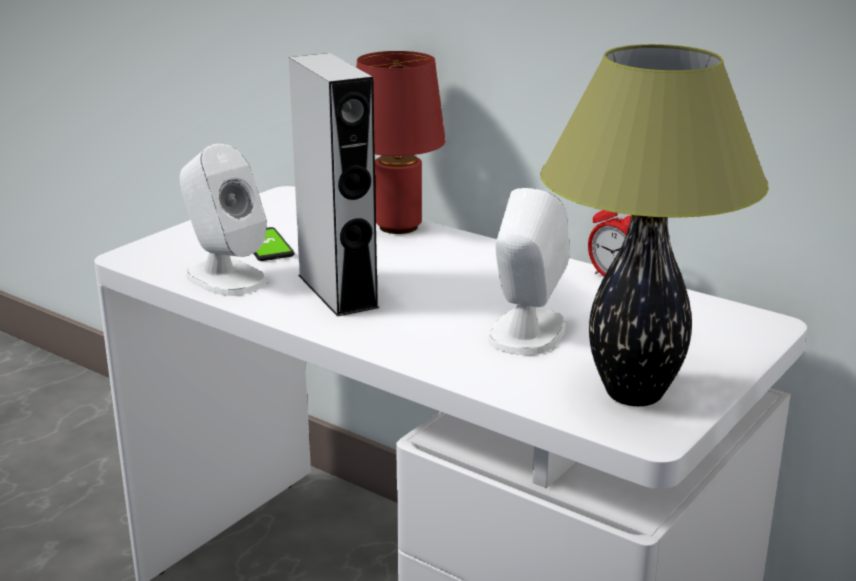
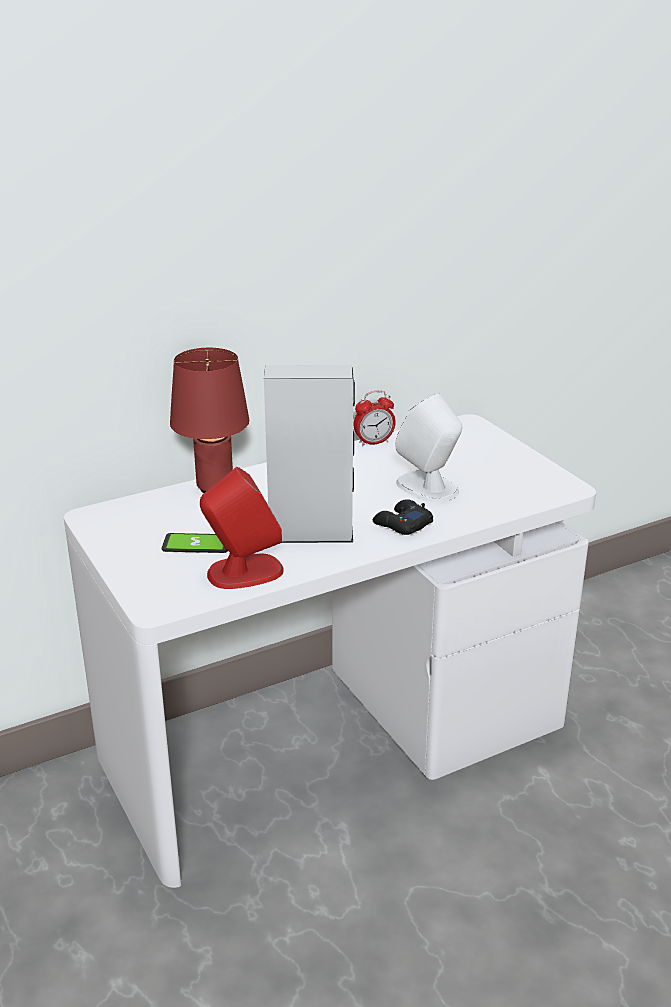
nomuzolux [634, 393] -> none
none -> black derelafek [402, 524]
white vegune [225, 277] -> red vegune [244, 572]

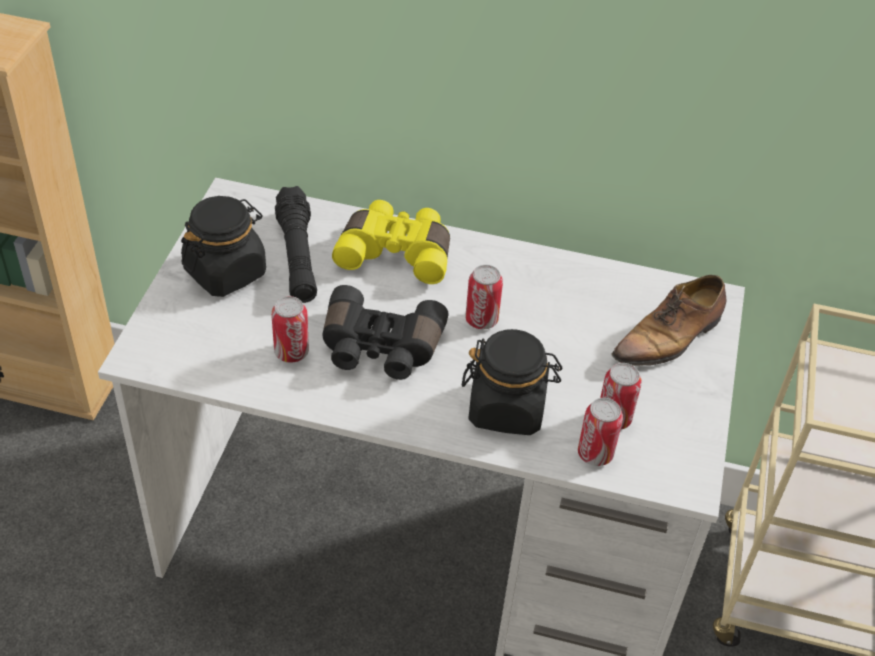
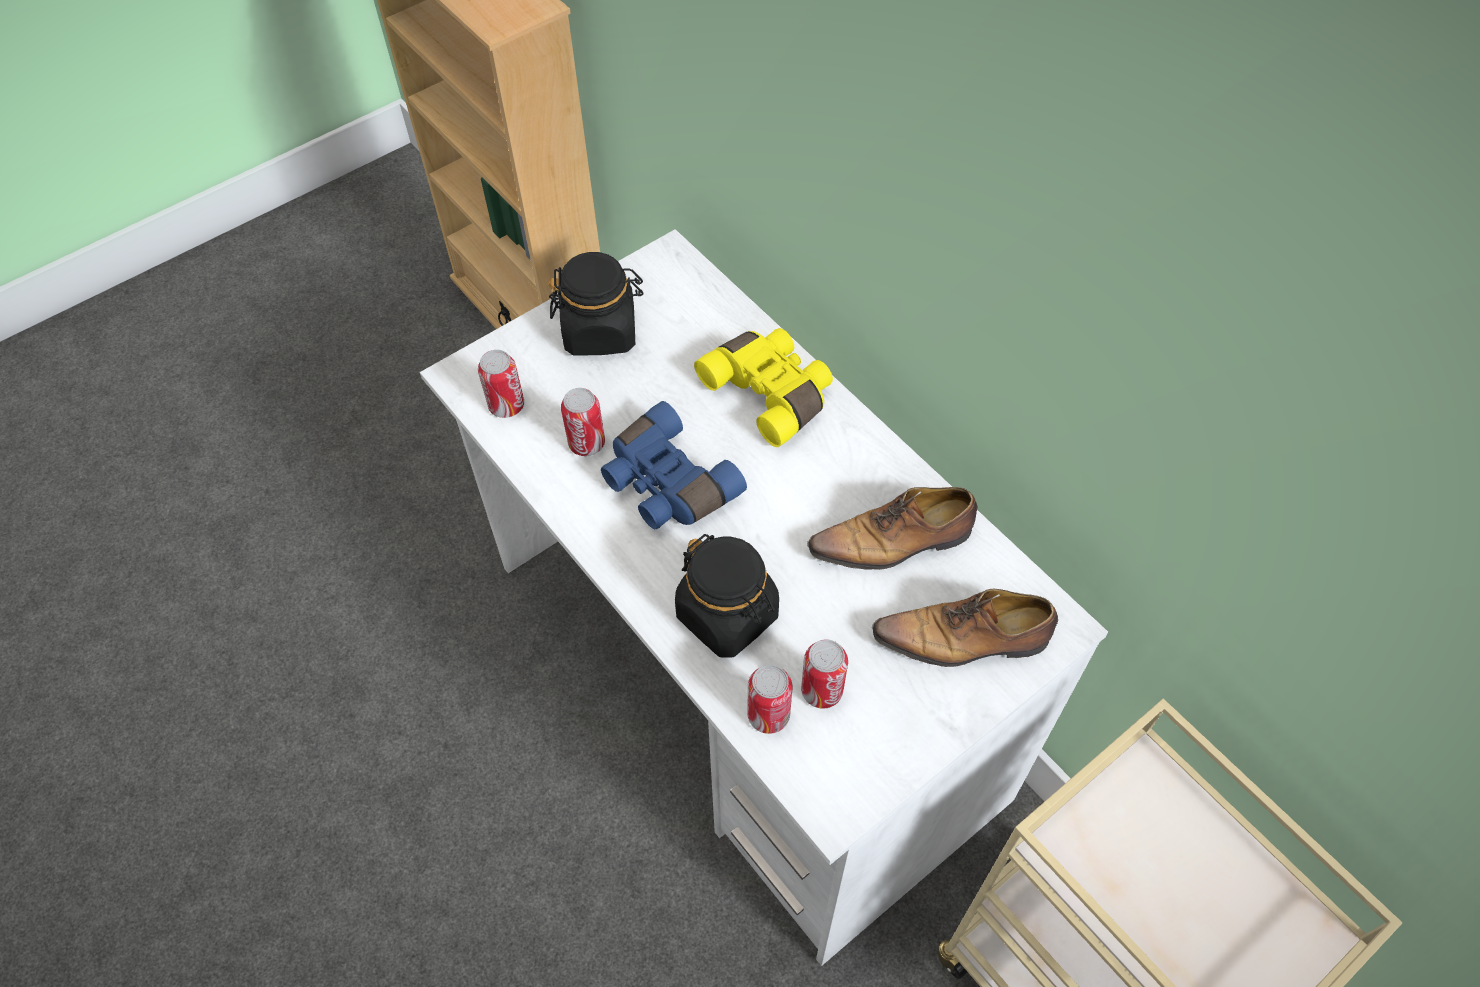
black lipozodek [297, 256] -> none
none -> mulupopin [895, 542]
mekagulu [481, 320] -> mekagulu [506, 406], shifted
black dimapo [379, 349] -> blue dimapo [666, 485]

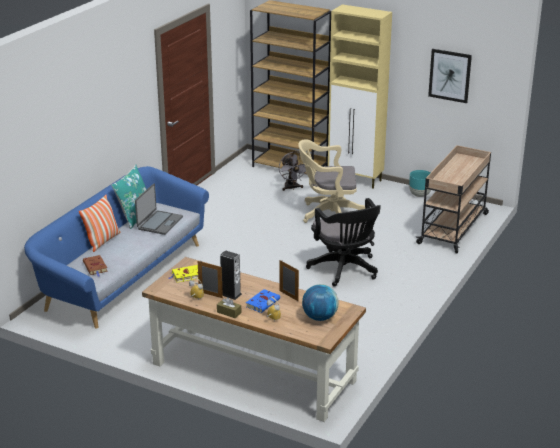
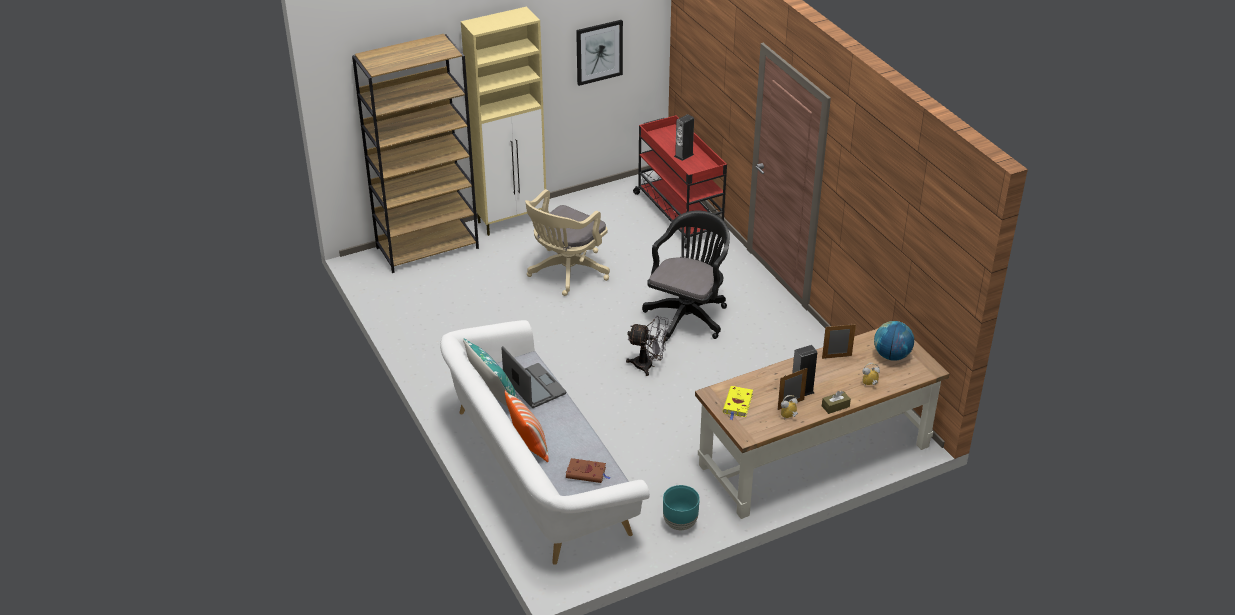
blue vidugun [263, 302] -> none
none -> vegune [684, 155]
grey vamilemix [292, 188] -> grey vamilemix [648, 365], shifted
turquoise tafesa [420, 195] -> turquoise tafesa [680, 523], shifted
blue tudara [122, 275] -> white tudara [537, 472]
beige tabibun [453, 228] -> red tabibun [679, 213]
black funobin [345, 270] -> black funobin [688, 315], 75 degrees counterclockwise

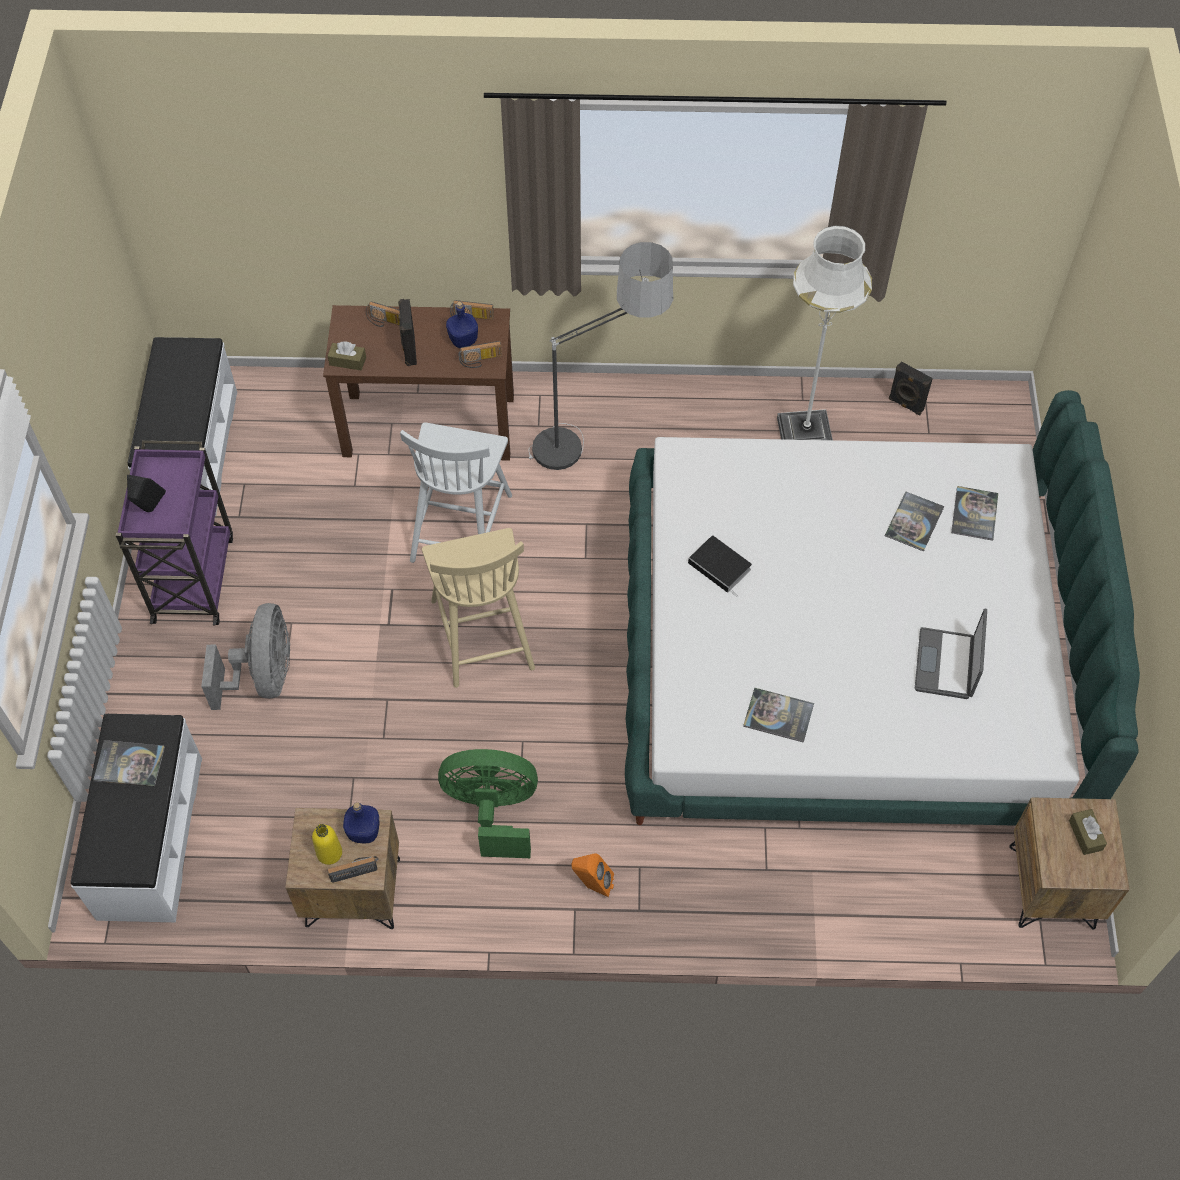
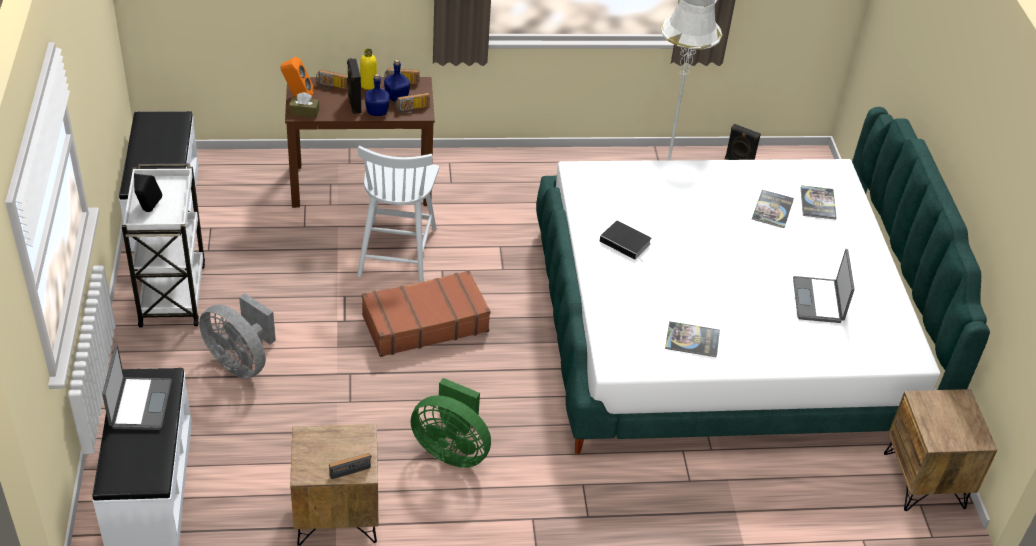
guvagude [596, 443] -> none
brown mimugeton [1085, 835] -> none
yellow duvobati [329, 853] -> yellow duvobati [368, 84], shifted
blue duvobati [365, 832] -> blue duvobati [377, 112], shifted
orange vegune [592, 885] -> orange vegune [297, 97], shifted
vidugun [129, 764] -> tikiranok [139, 404]
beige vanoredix [482, 632] -> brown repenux [424, 323]
purple tabibun [193, 577] -> white tabibun [172, 293]
grey vamilemix [264, 676] -> grey vamilemix [241, 362], 135 degrees clockwise
green vamilemix [493, 811] -> green vamilemix [451, 450], 150 degrees counterclockwise

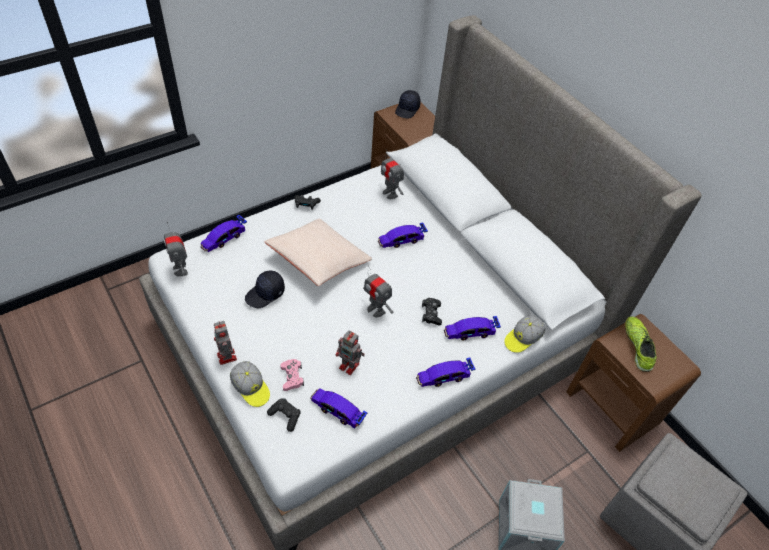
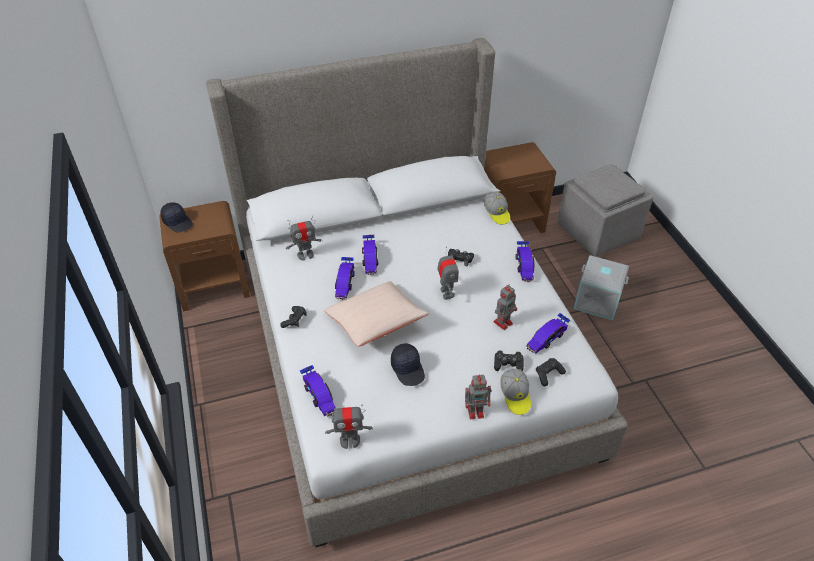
mulupopin [638, 346] -> none
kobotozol [470, 332] -> kobotozol [344, 282], shifted
pink derelafek [292, 377] -> black derelafek [508, 364]
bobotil [251, 388] -> bobotil [515, 396], 105 degrees clockwise
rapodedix [376, 310] -> rapodedix [446, 293], 75 degrees counterclockwise

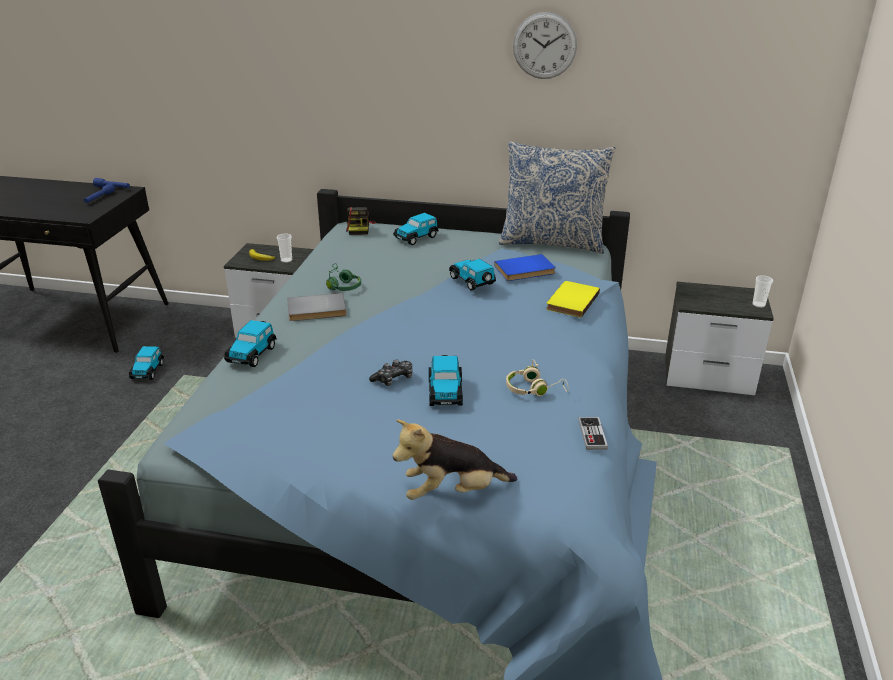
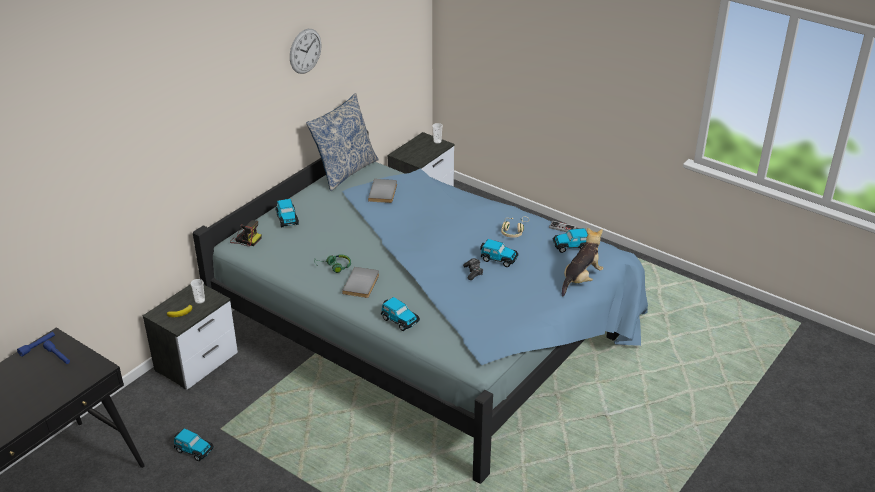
yellow vidugun [570, 301] -> none
kobotozol [472, 281] -> kobotozol [571, 246], shifted
blue vidugun [525, 271] -> grey vidugun [384, 192]
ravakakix [452, 492] -> ravakakix [581, 279], 150 degrees counterclockwise

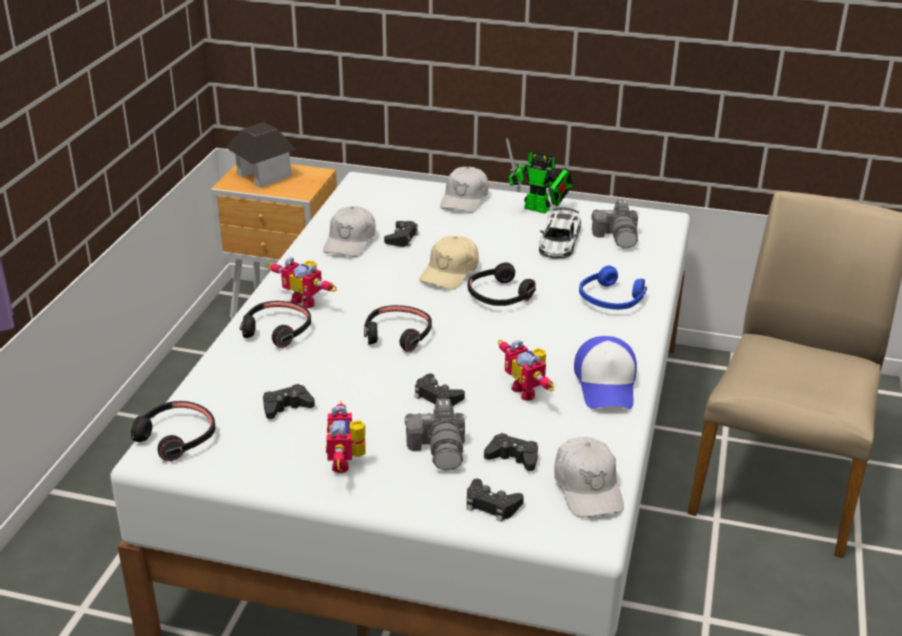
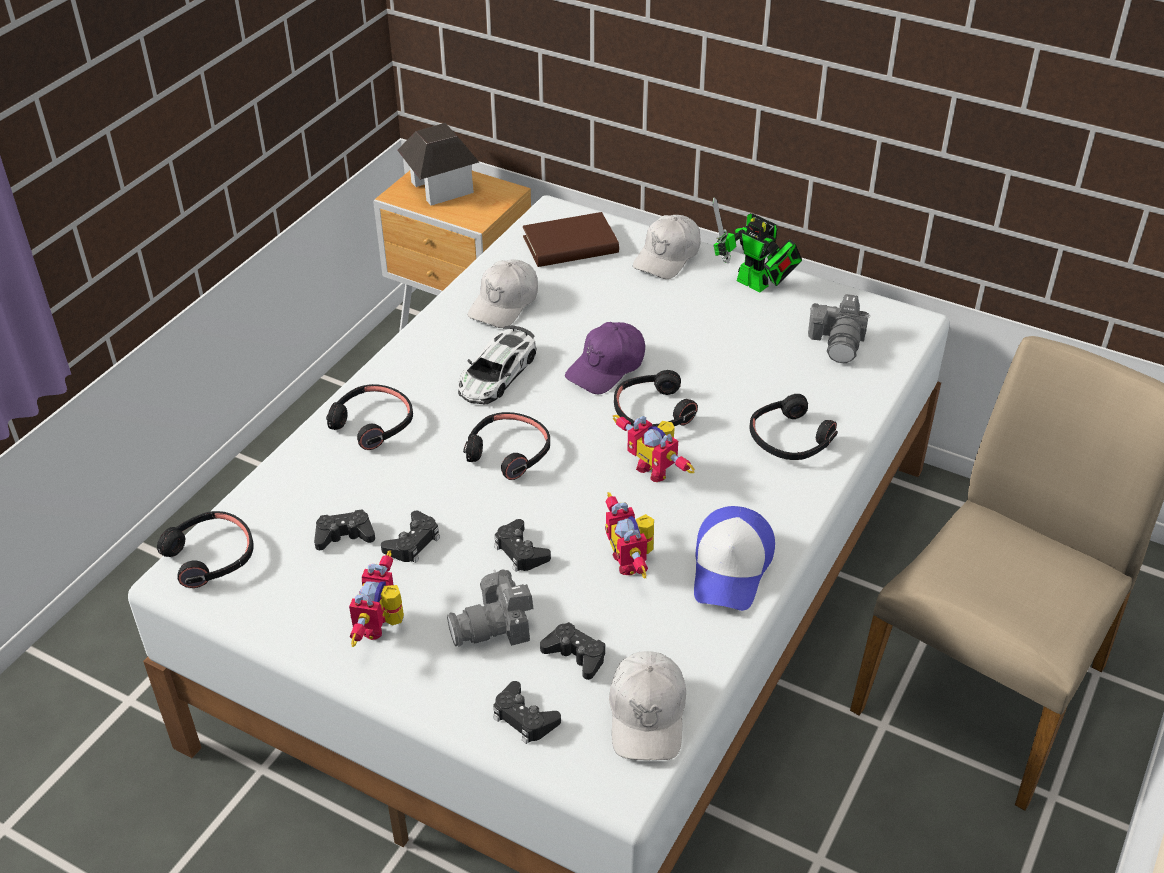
none -> brown vidugun [570, 245]
rapodedix [306, 300] -> rapodedix [656, 468], shifted
black derelafek [402, 238] -> black derelafek [413, 543], shifted
kobotozol [559, 241] -> kobotozol [496, 374], shifted
beige bobotil [450, 272] -> purple bobotil [607, 367]
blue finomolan [611, 299] -> black finomolan [790, 439]
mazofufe [440, 448] -> mazofufe [495, 626], 60 degrees clockwise

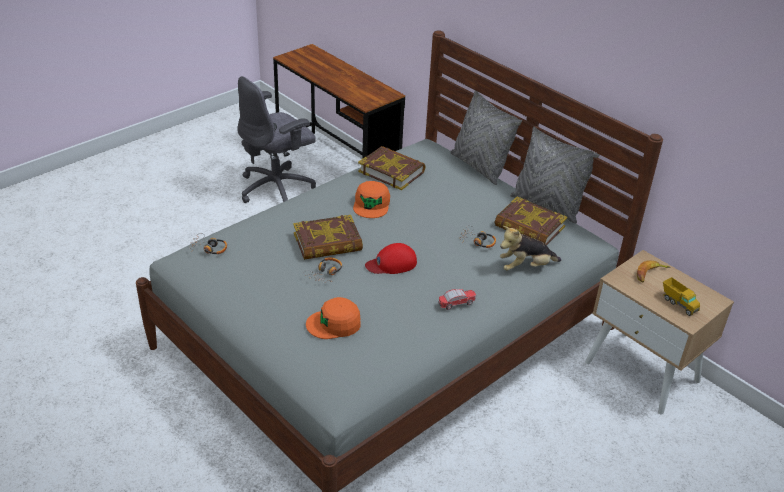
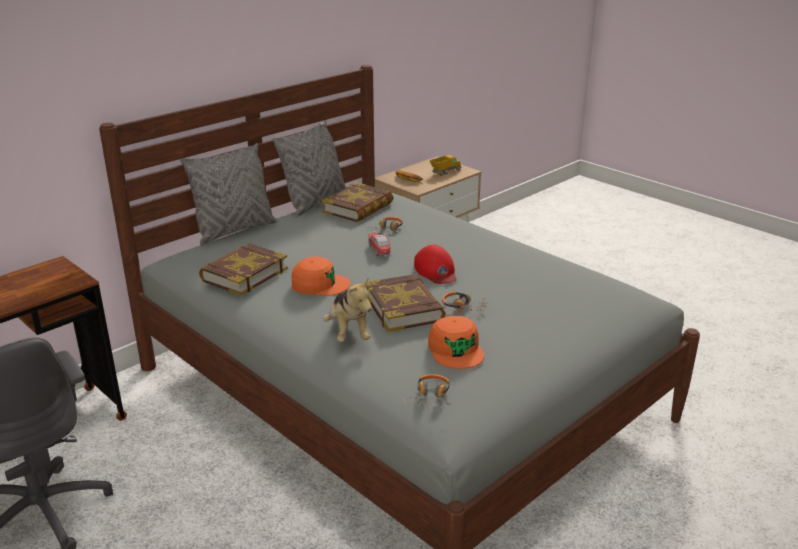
orange bobotil [334, 324] -> orange bobotil [456, 349], shifted
kobotozol [456, 304] -> kobotozol [379, 250], shifted
ravakakix [525, 267] -> ravakakix [348, 332], shifted

